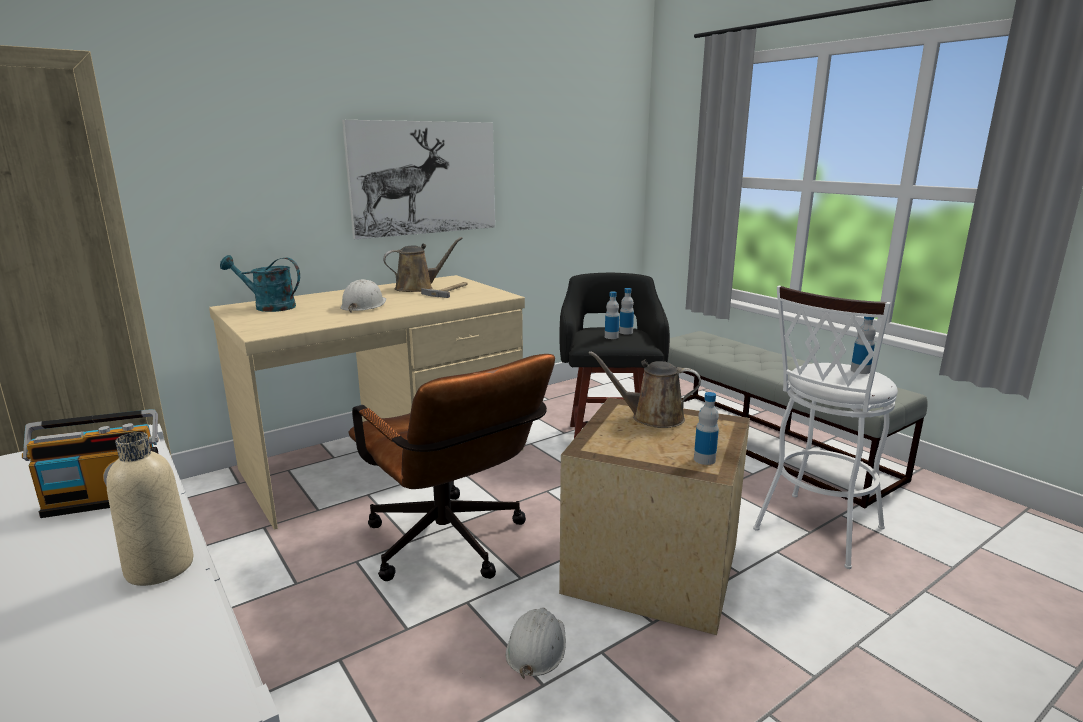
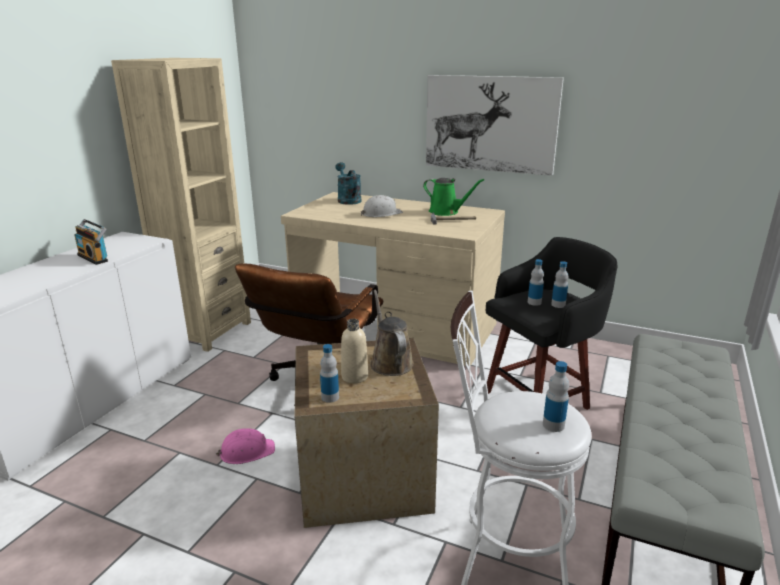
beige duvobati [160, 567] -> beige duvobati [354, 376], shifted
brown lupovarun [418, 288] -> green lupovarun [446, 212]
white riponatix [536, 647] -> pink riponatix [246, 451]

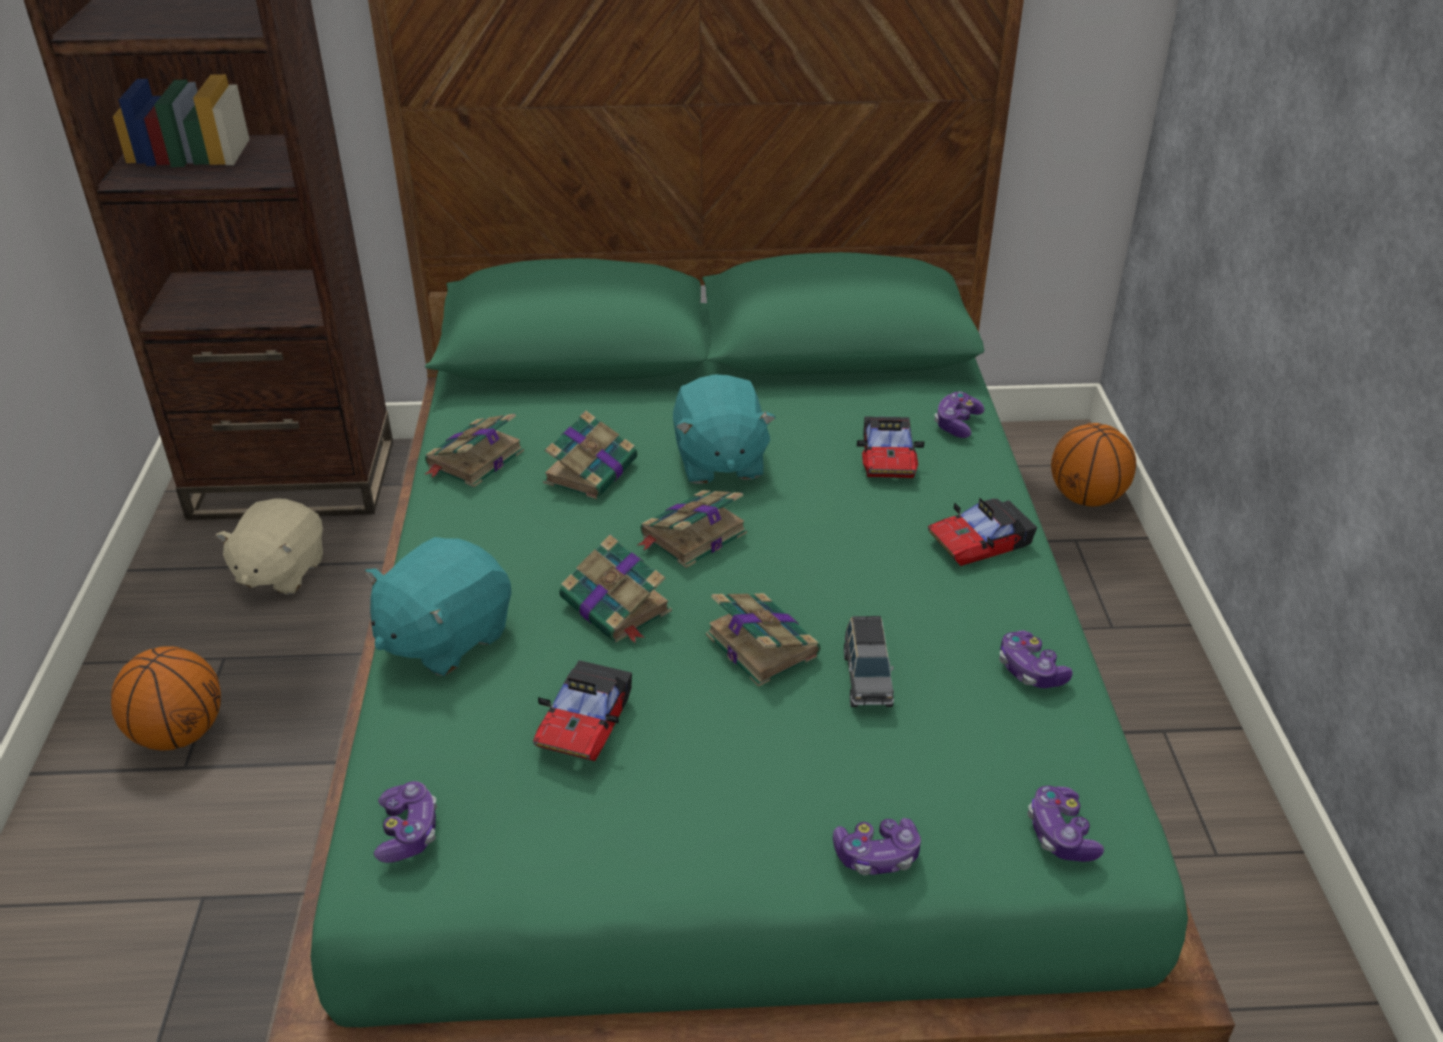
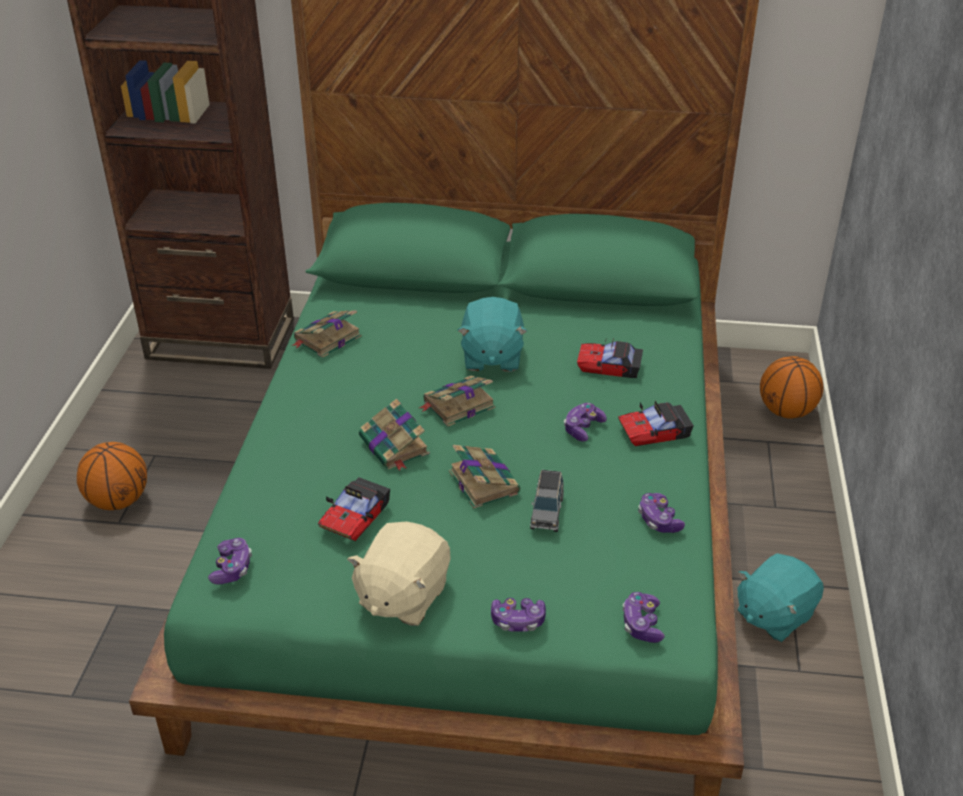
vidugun [592, 470] -> none
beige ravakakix [280, 571] -> beige ravakakix [402, 596], shifted
turquoise ravakakix [444, 637] -> turquoise ravakakix [773, 615], shifted
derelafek [957, 424] -> derelafek [583, 428], shifted
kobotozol [888, 456] -> kobotozol [609, 365], 90 degrees clockwise

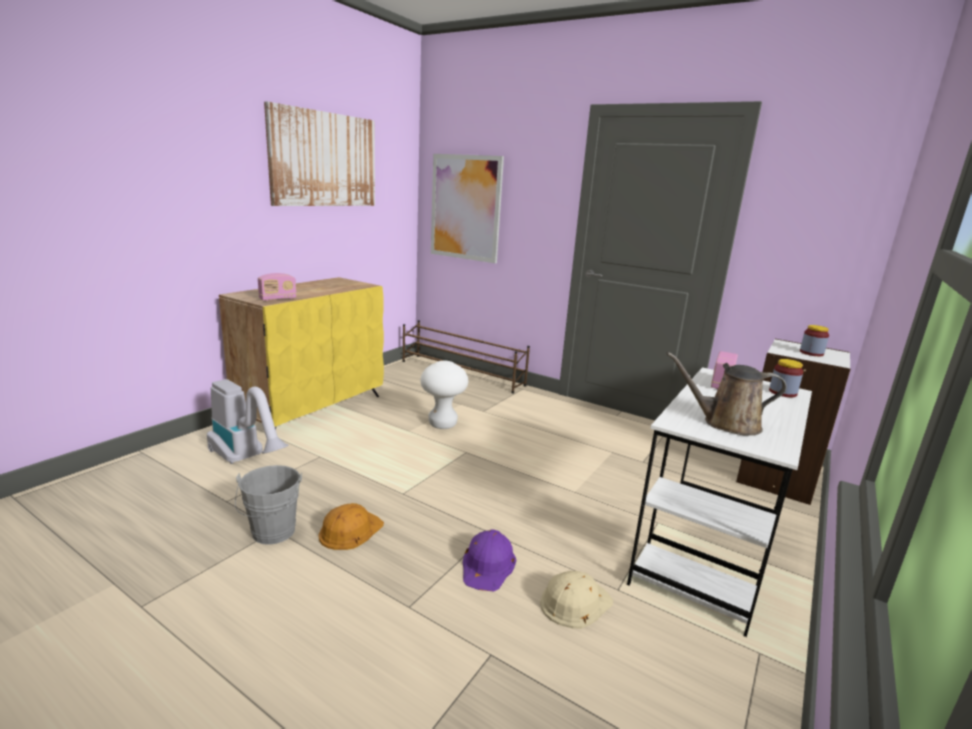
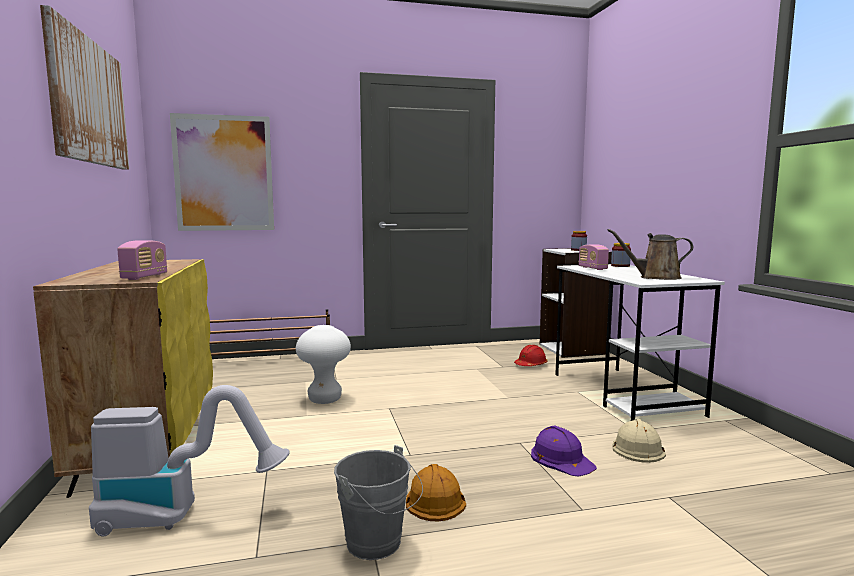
none -> red riponatix [531, 365]
brown lupovarun [726, 423] -> brown lupovarun [655, 277], 45 degrees clockwise

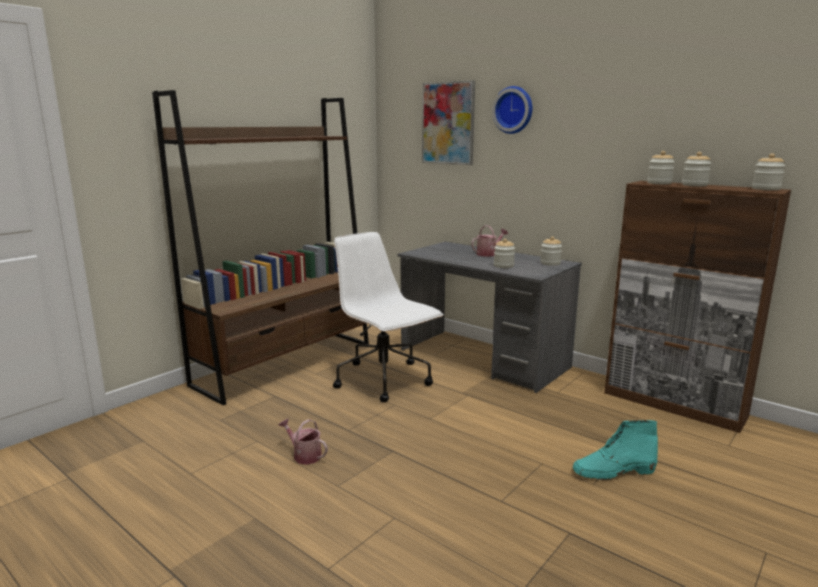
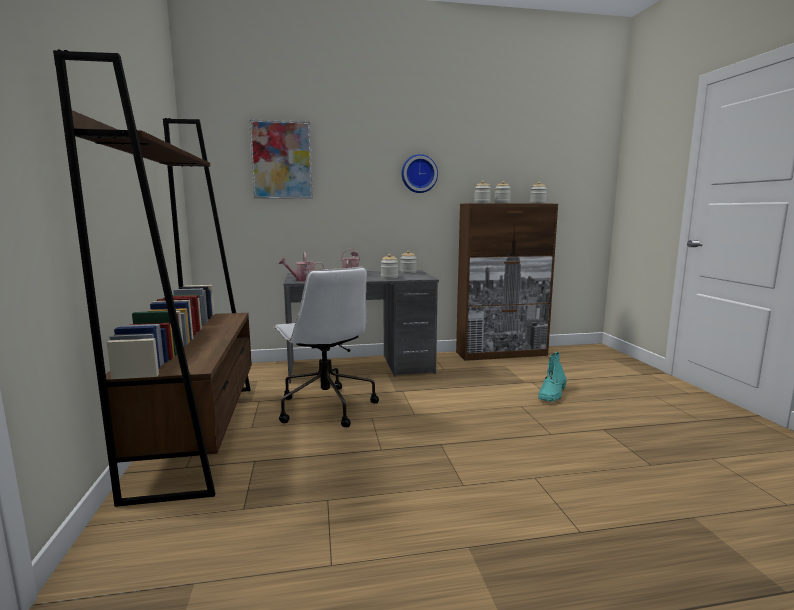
lupovarun [304, 455] -> lupovarun [302, 280], shifted
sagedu [514, 110] -> sagedu [419, 174], shifted
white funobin [384, 380] -> white funobin [325, 406], 120 degrees counterclockwise

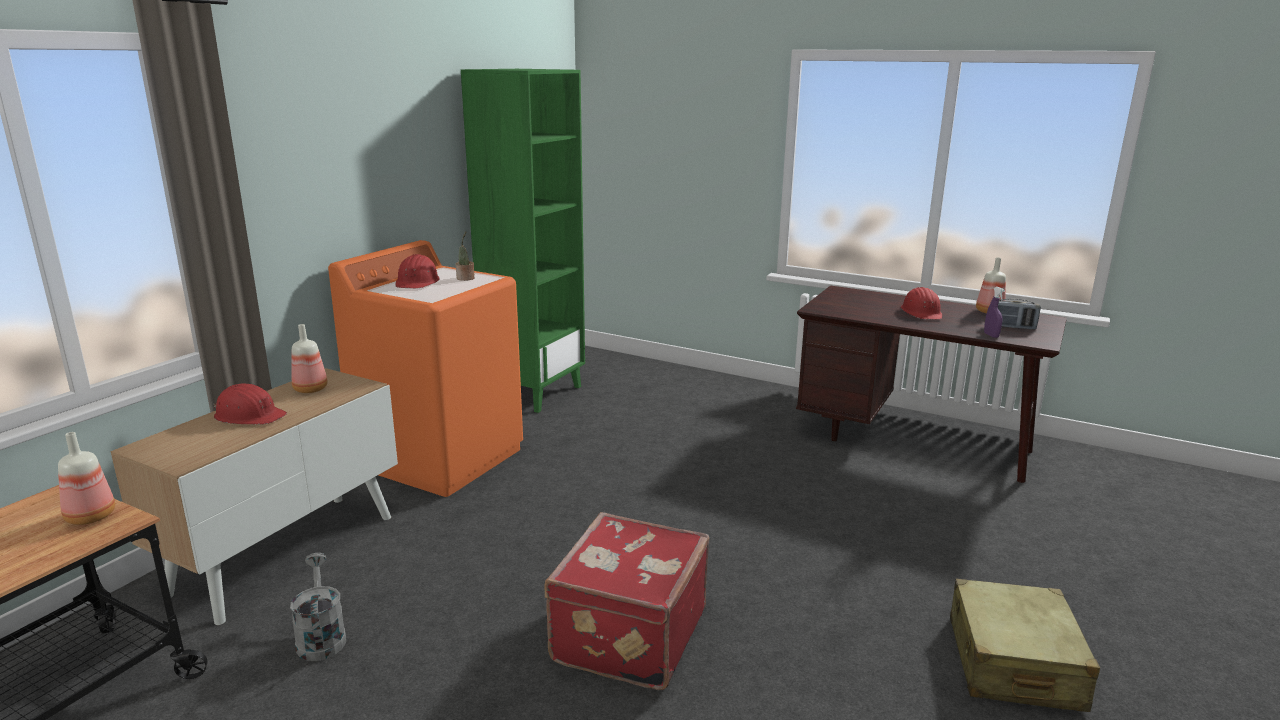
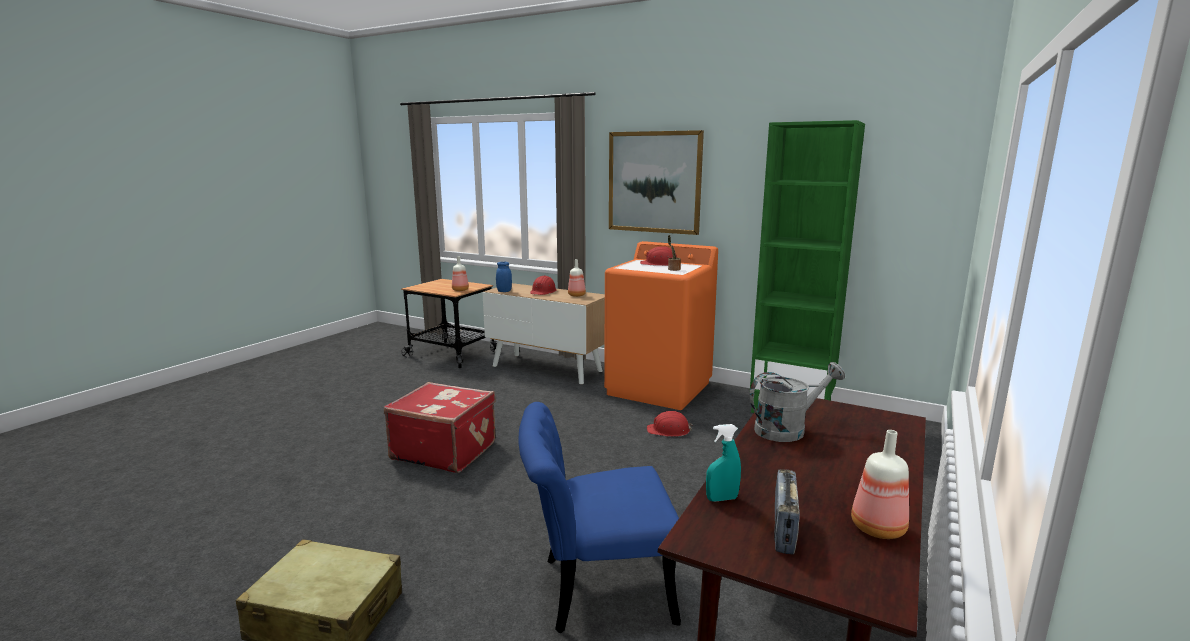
none -> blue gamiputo [504, 291]
none -> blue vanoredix [594, 589]
none -> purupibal [654, 182]
grey lupovarun [321, 637] -> grey lupovarun [787, 429], shifted
red riponatix [922, 312] -> red riponatix [669, 430], shifted
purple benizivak [991, 335] -> turquoise benizivak [722, 499]

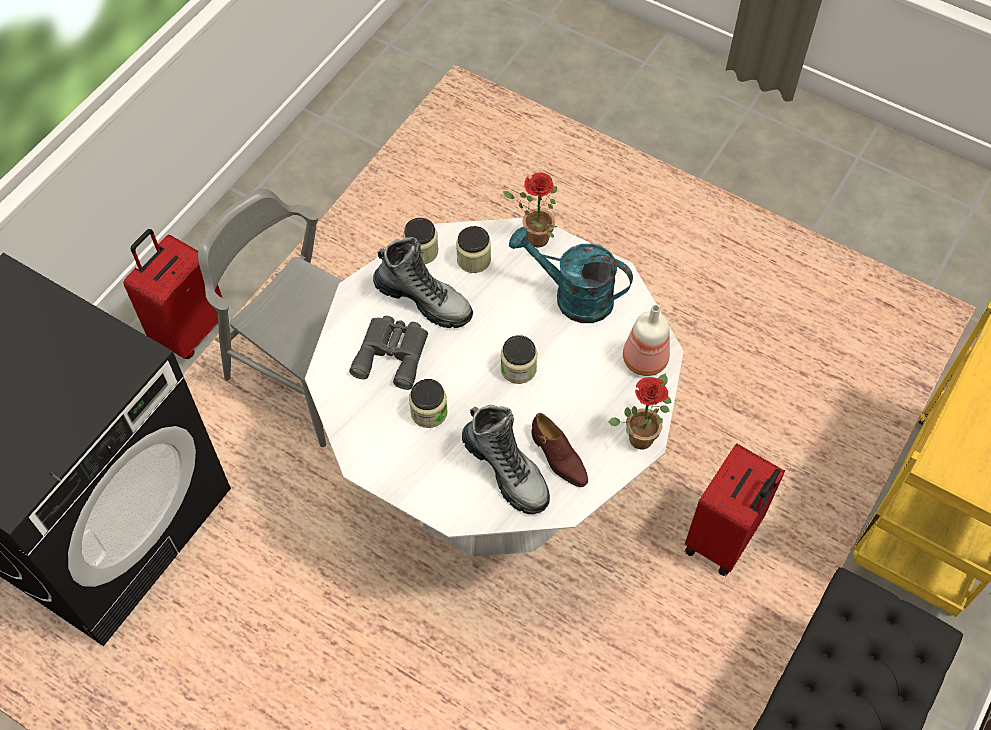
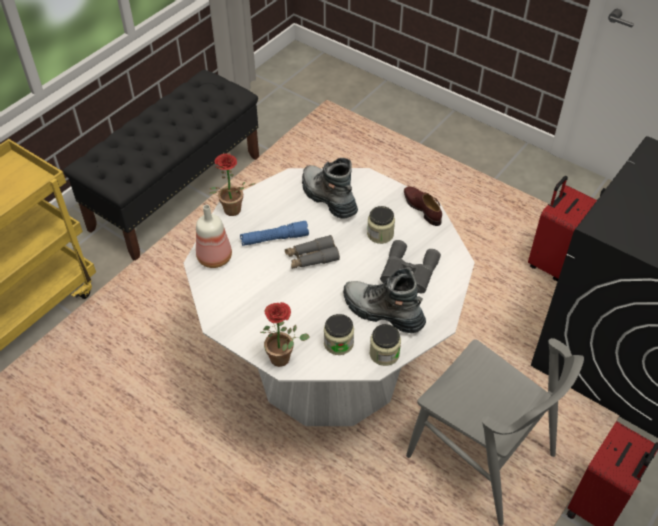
turquoise lupovarun [573, 297] -> none
none -> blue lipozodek [274, 239]
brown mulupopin [558, 457] -> brown mulupopin [422, 208], shifted
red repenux [724, 538] -> red repenux [552, 261], shifted
gamiputo [518, 369] -> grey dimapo [311, 258]

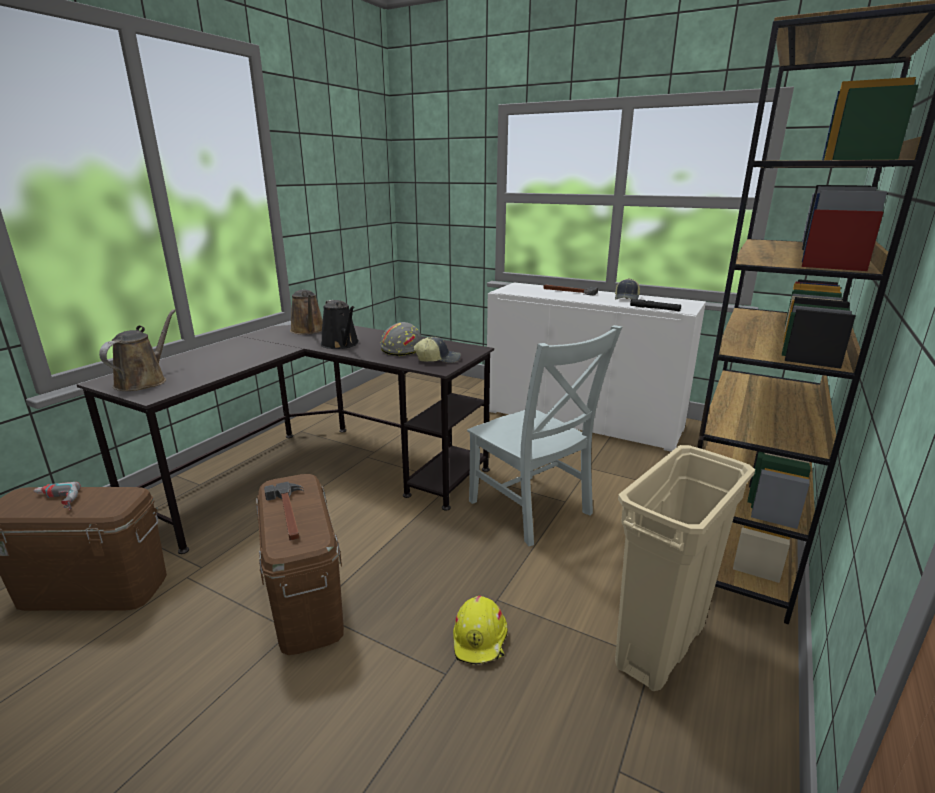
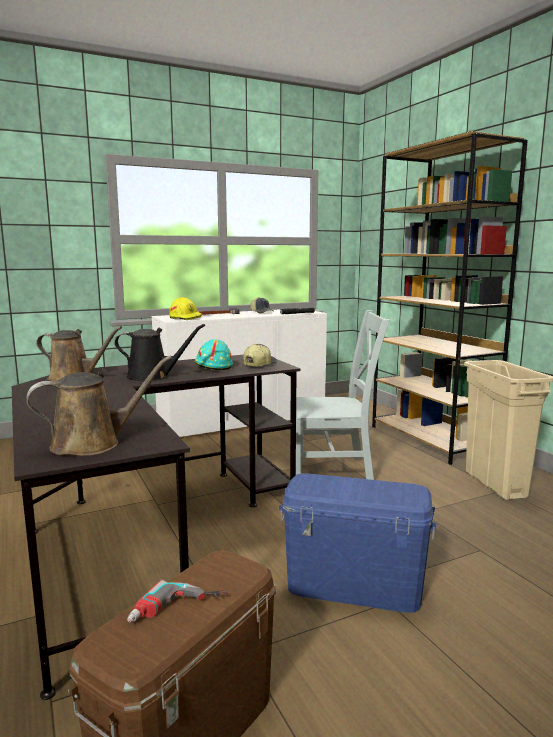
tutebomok [289, 514] -> none
yellow riponatix [480, 639] -> yellow riponatix [185, 318], shifted
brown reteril [305, 600] -> blue reteril [353, 586]
grey riponatix [404, 349] -> turquoise riponatix [213, 366]
brown lupovarun [144, 381] -> brown lupovarun [93, 443], 105 degrees clockwise

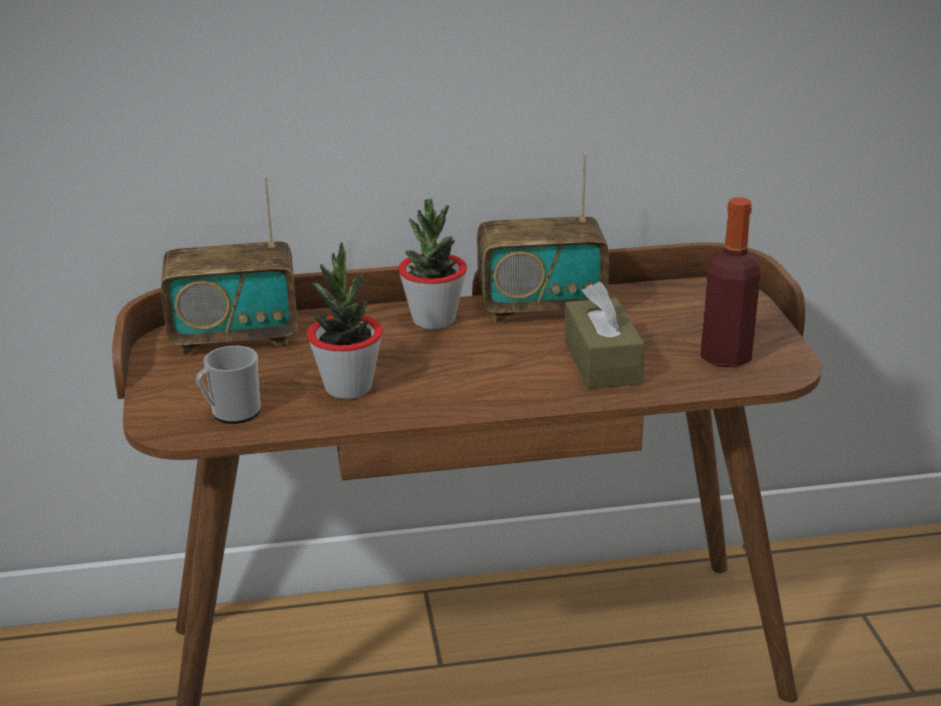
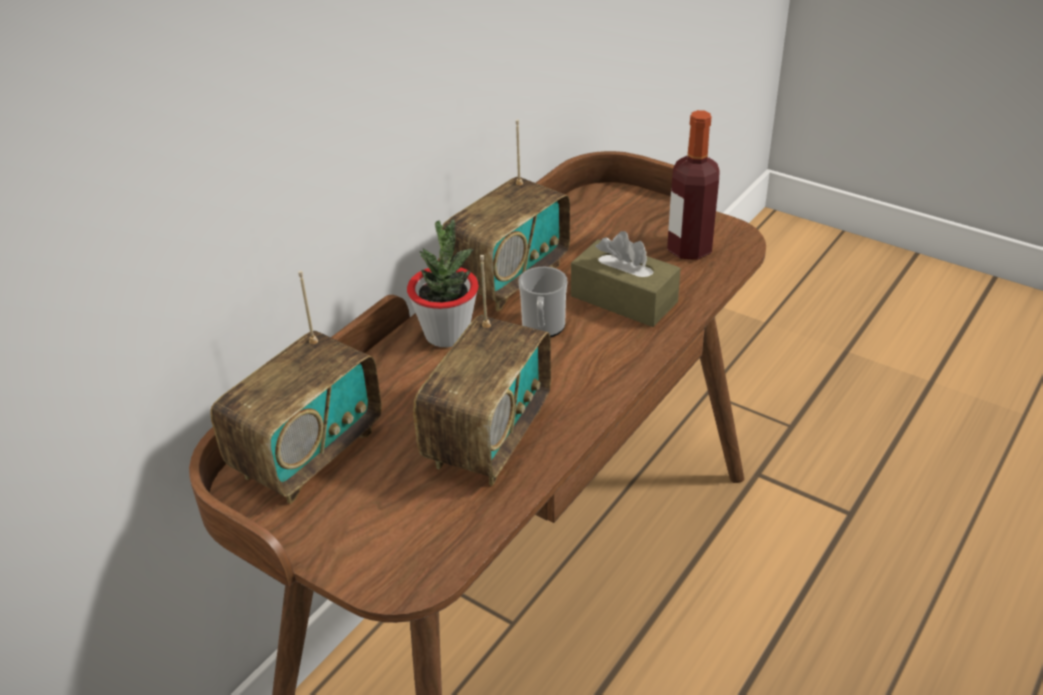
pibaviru [231, 413] -> pibaviru [543, 328], shifted
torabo [348, 387] -> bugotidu [487, 437]

